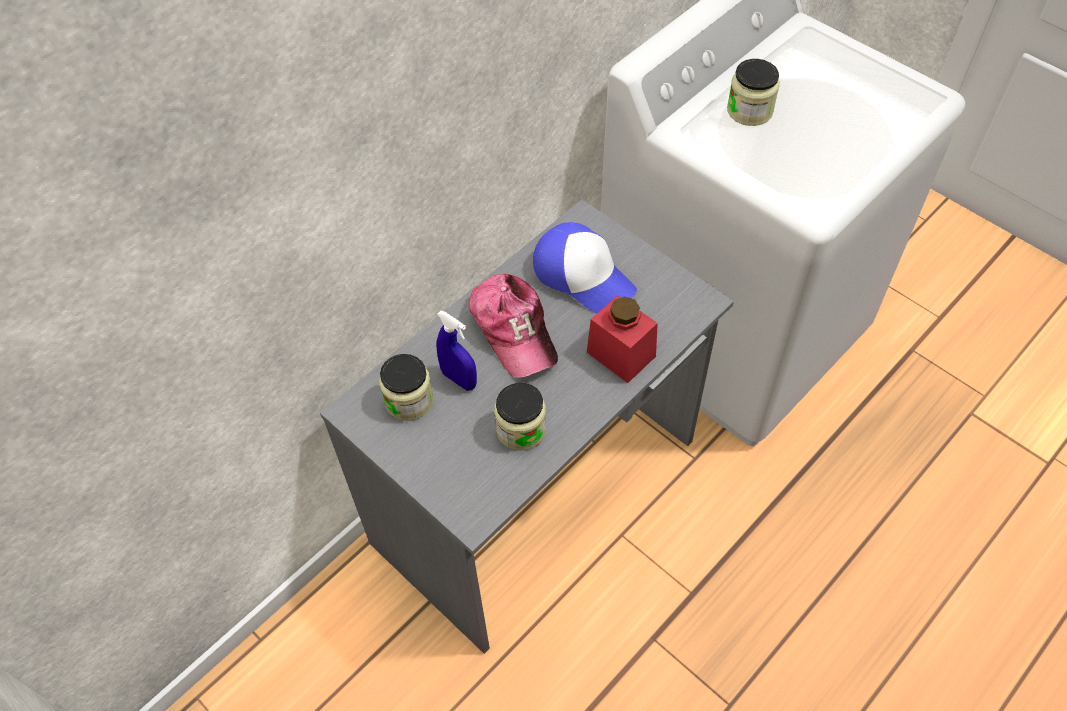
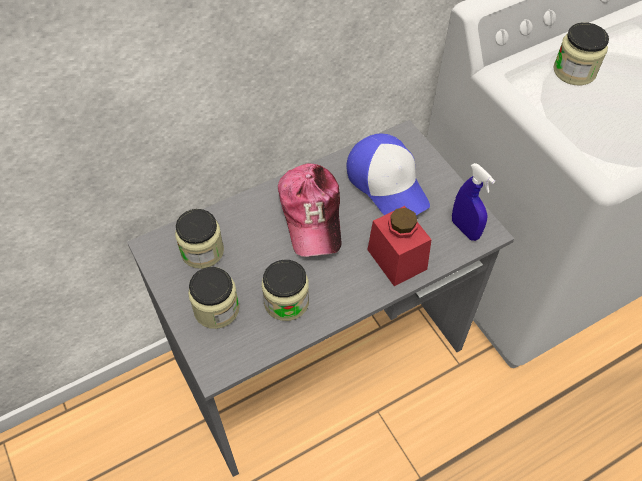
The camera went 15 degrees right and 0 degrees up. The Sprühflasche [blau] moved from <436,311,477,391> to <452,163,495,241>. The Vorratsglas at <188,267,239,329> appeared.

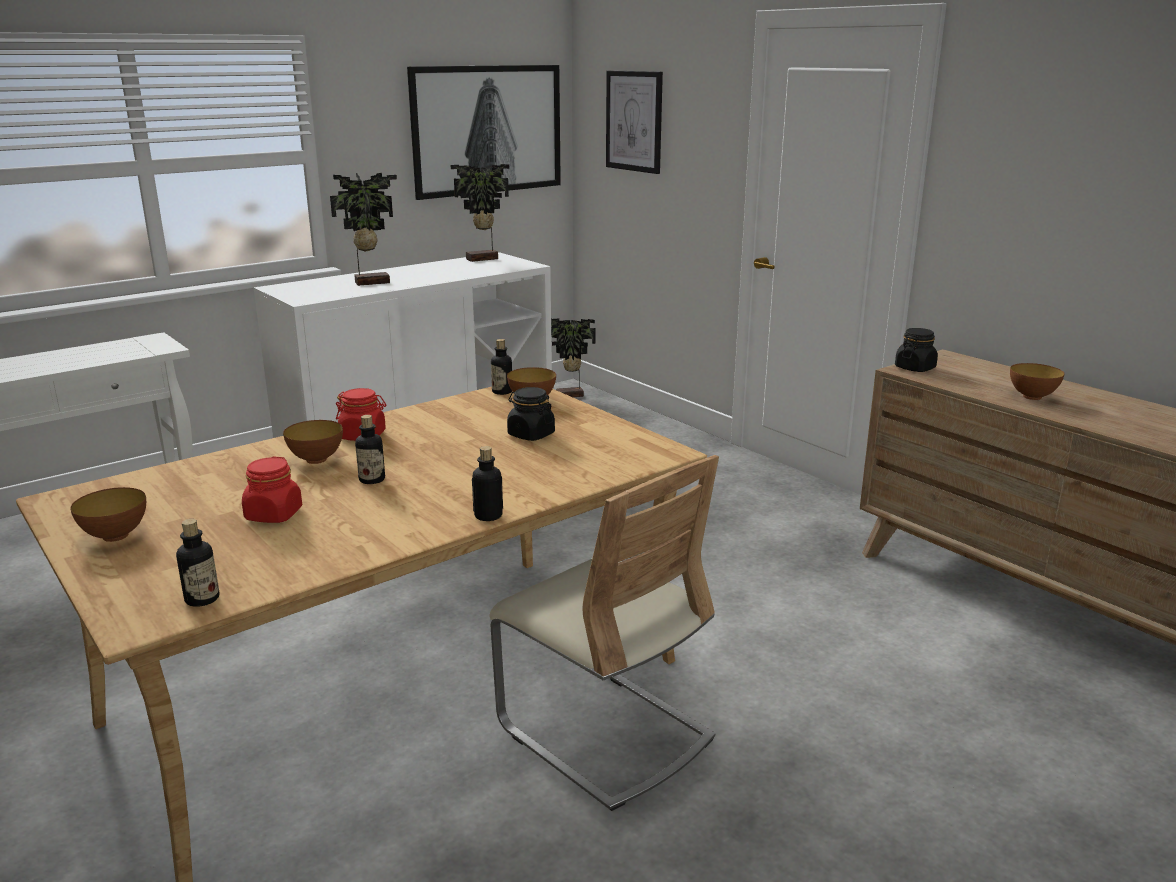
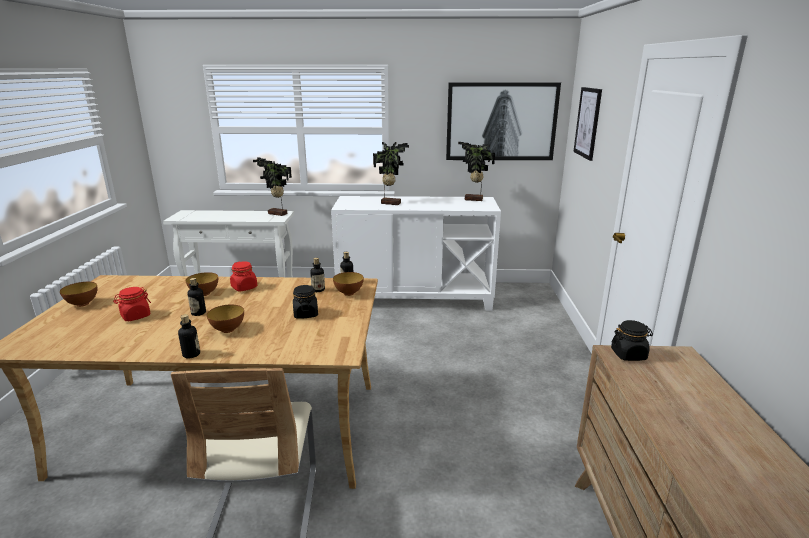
The camera went 40 degrees right and 0 degrees up. The Flasche moved from <176,519,219,607> to <310,258,325,292>. The Topfpflanze moved from <551,318,596,397> to <253,157,292,216>. The Schüssel moved from <1010,363,1064,400> to <207,305,244,333>.

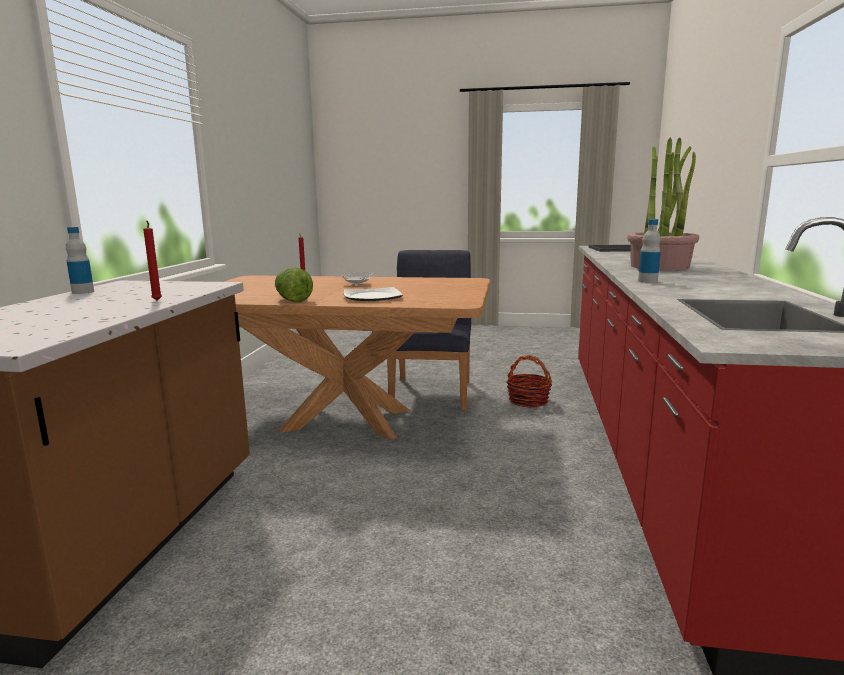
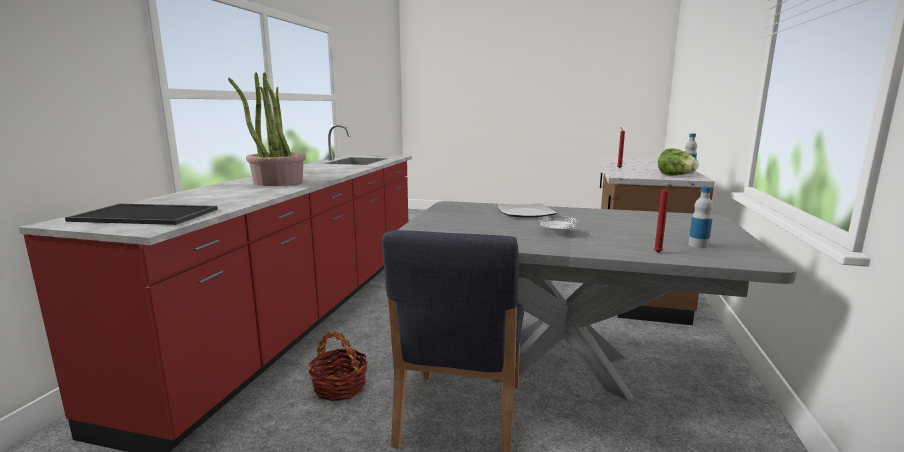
The camera went 175 degrees left and 0 degrees up. The Esstisch [braun] at <224,275,490,439> became the Esstisch [grau] at <398,201,797,401>. The Salatkopf moved from <275,268,313,302> to <658,149,699,176>. The Flasche moved from <638,219,661,283> to <688,186,713,248>.

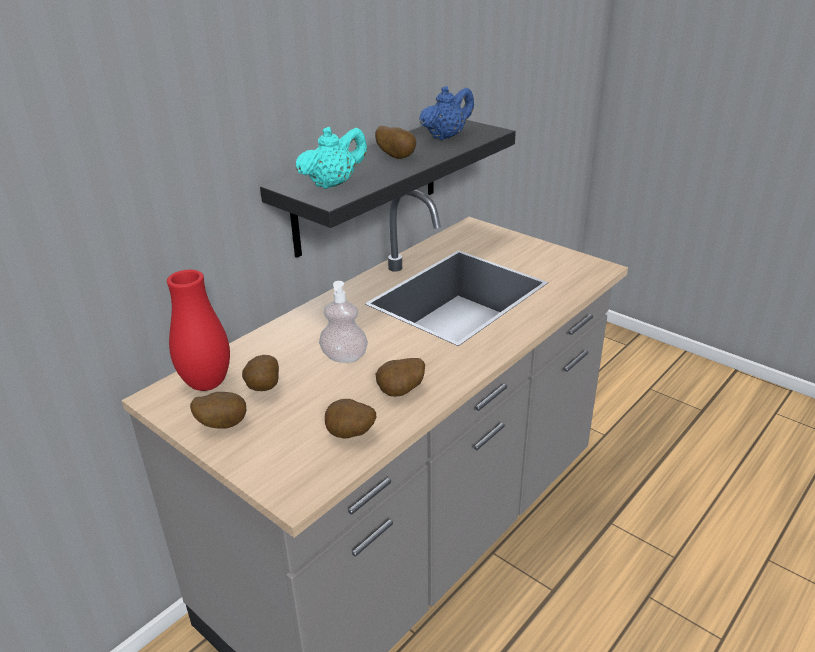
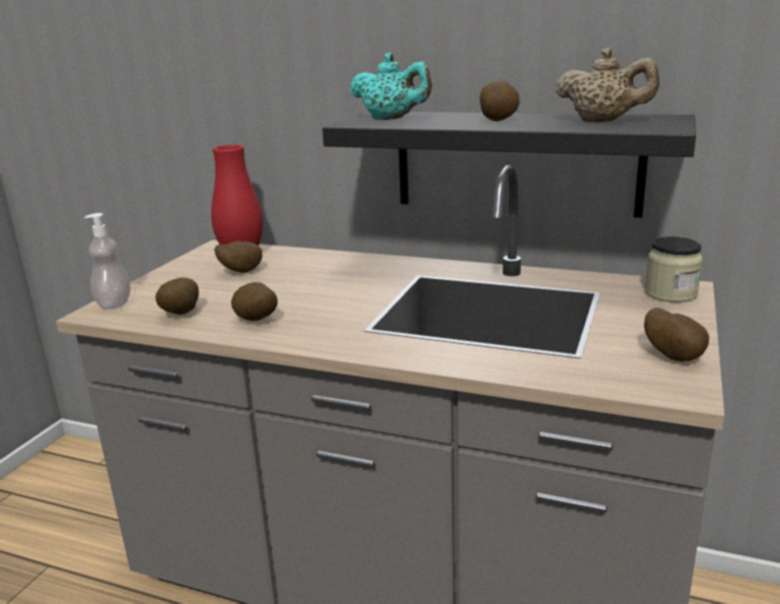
The camera went 70 degrees right and 10 degrees down. The Kartoffel moved from <190,392,246,429> to <644,308,709,361>. The Seifenspender moved from <319,281,368,363> to <84,213,131,310>. The Teekanne [blau] at <419,86,474,140> became the Teekanne [beige] at <556,48,659,122>. The Vorratsglas at <645,237,703,302> appeared.

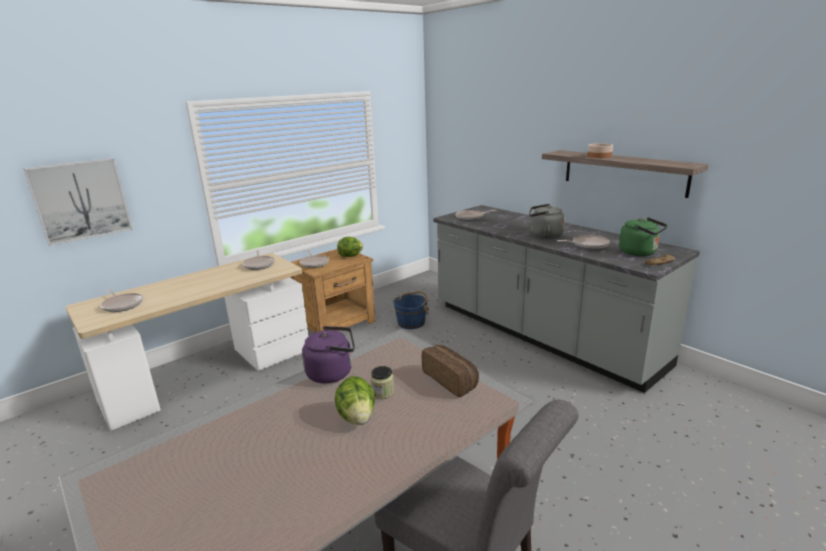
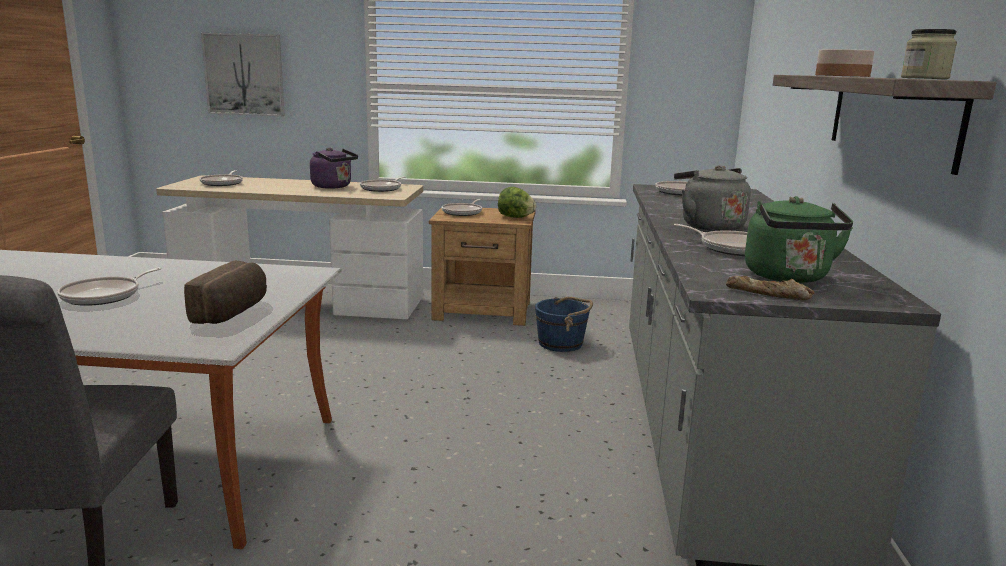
The camera went 45 degrees right and 5 degrees down. The Wasserkessel [lila] moved from <302,326,355,383> to <310,147,358,189>. The Salatkopf at <335,376,375,425> was replaced by the Pfanne at <57,268,161,306>. The Vorratsglas moved from <370,366,394,399> to <901,29,957,79>.

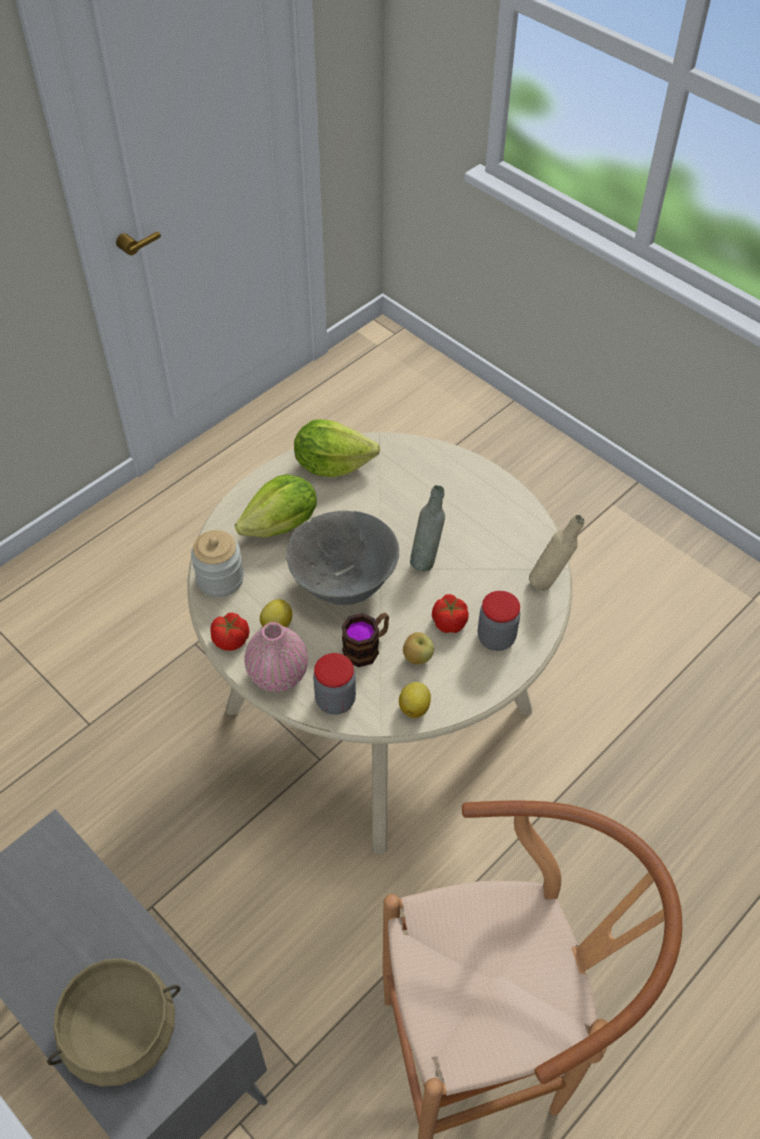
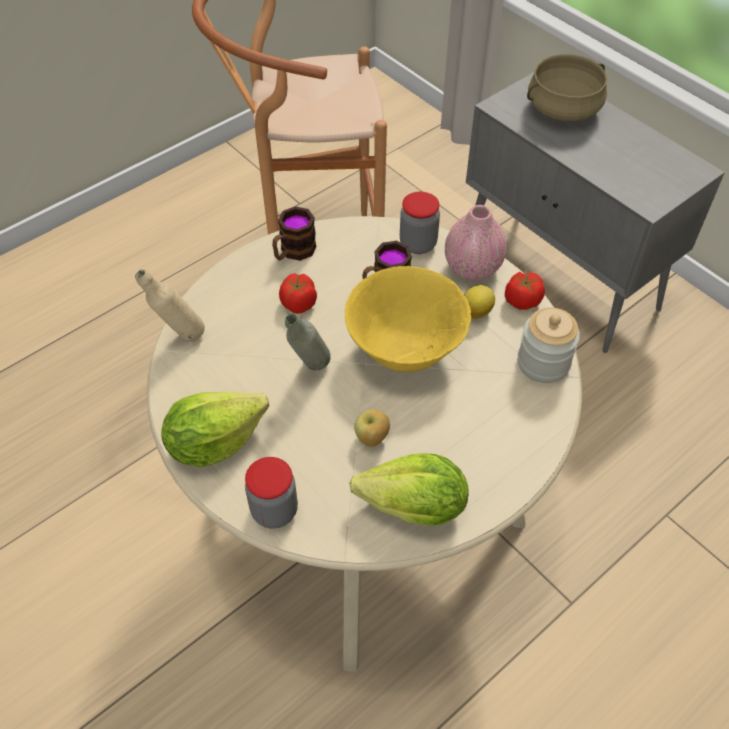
The camera went 175 degrees left and 0 degrees up. The Salatkopf moved from <235,474,317,537> to <161,391,269,467>. The Schüssel [grau] at <286,511,399,605> became the Schüssel [gelb] at <345,266,471,372>. The Zitrone at <399,682,431,718> disappeared. The Apfel moved from <403,632,434,665> to <354,409,390,447>. The Vorratsglas moved from <477,591,520,651> to <245,457,298,529>. The Henkelbecher at <272,206,317,261> appeared.

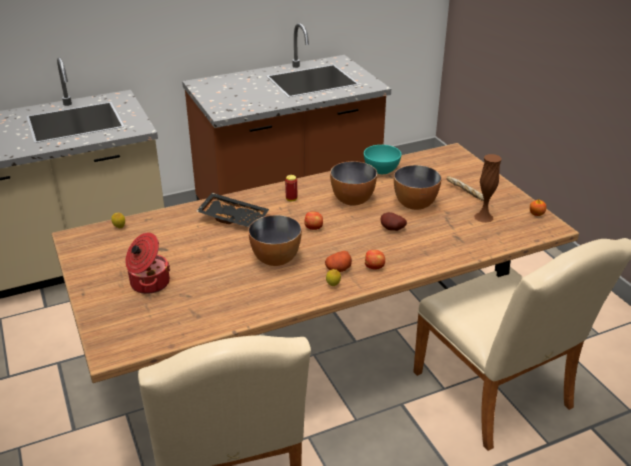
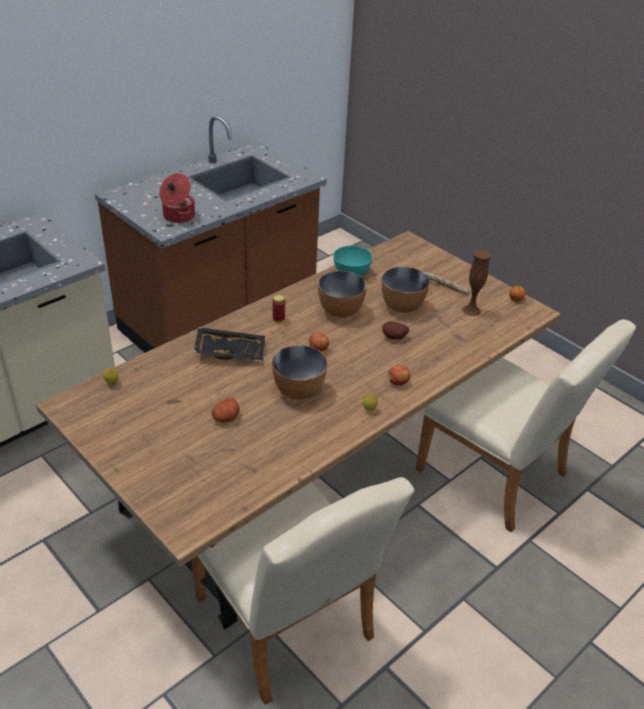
The camera went 20 degrees left and 5 degrees up. The Kochtopf moved from <126,233,170,294> to <159,173,195,223>. The Kartoffel moved from <325,251,352,272> to <212,398,240,423>.

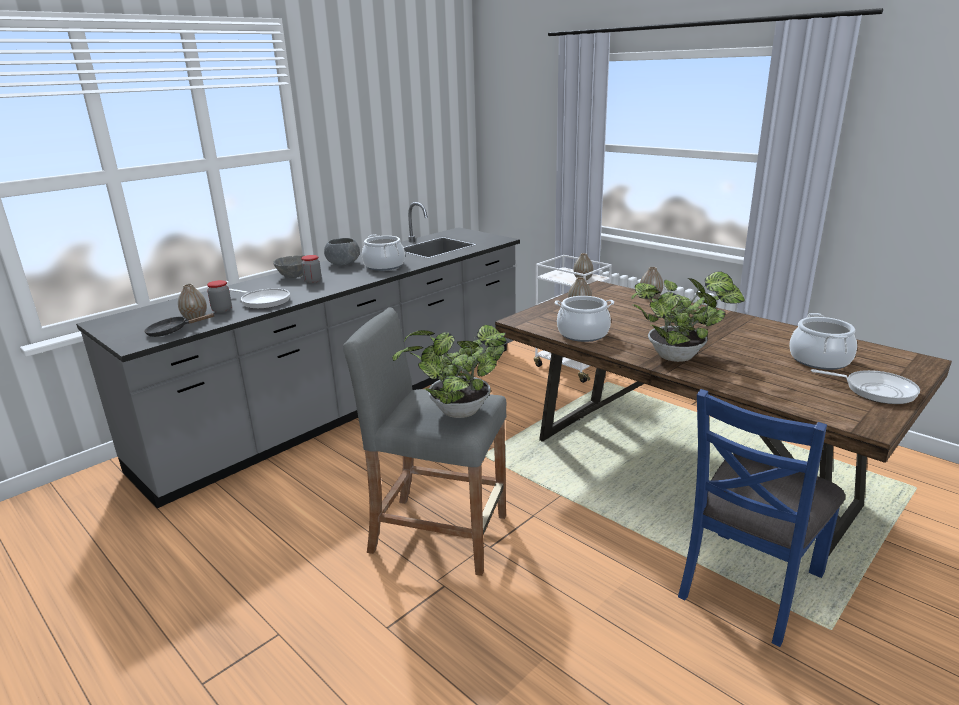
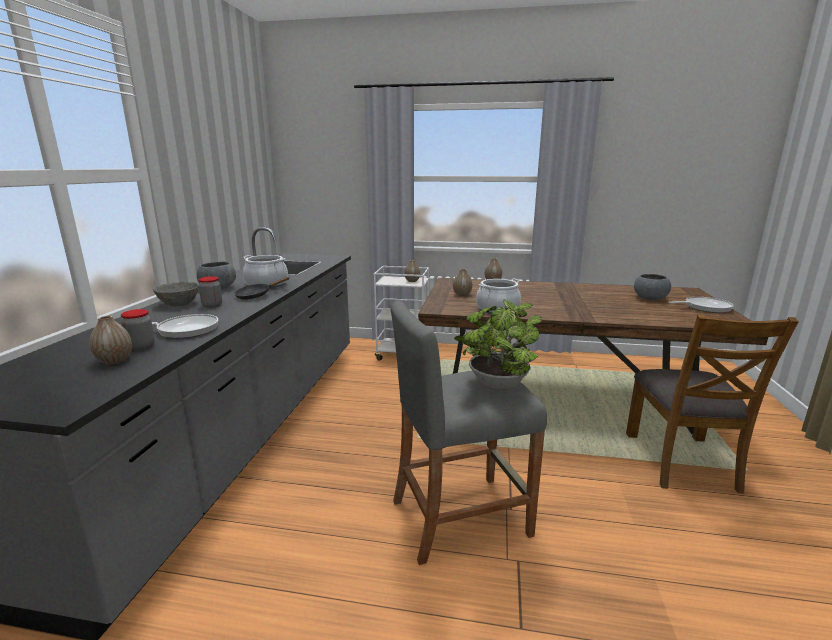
The camera went 35 degrees left and 5 degrees down. The Pfanne [schwarz] moved from <144,313,215,337> to <234,277,290,300>. The Topfpflanze at <631,271,745,362> disappeared. The Stuhl [blau] at <678,389,845,647> became the Stuhl [braun] at <626,314,799,494>. The Kochtopf at <789,313,857,370> was replaced by the Schüssel [grau] at <634,274,671,300>.

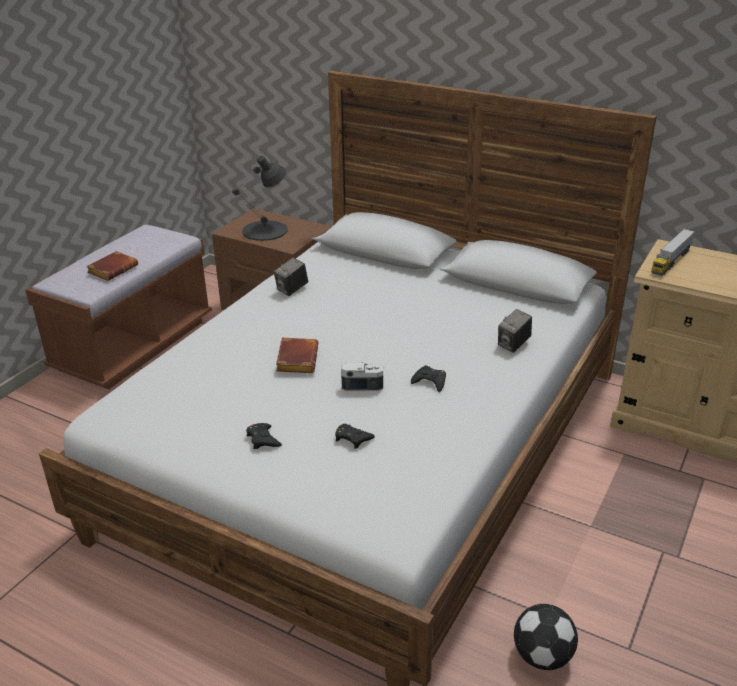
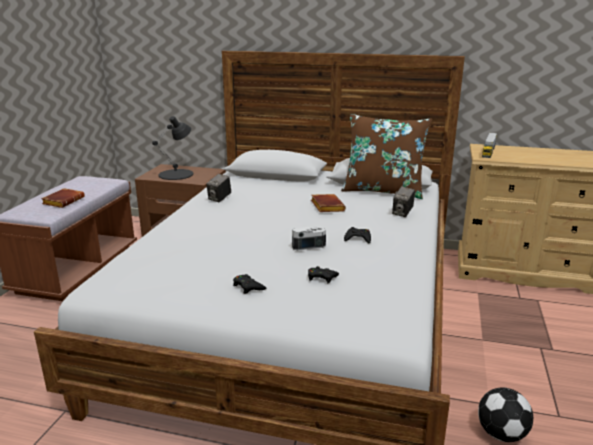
The camera went 15 degrees left and 10 degrees down. The Buch [braun] moved from <276,338,318,373> to <311,194,346,212>. The Kissen [braun] at <341,114,432,199> appeared.

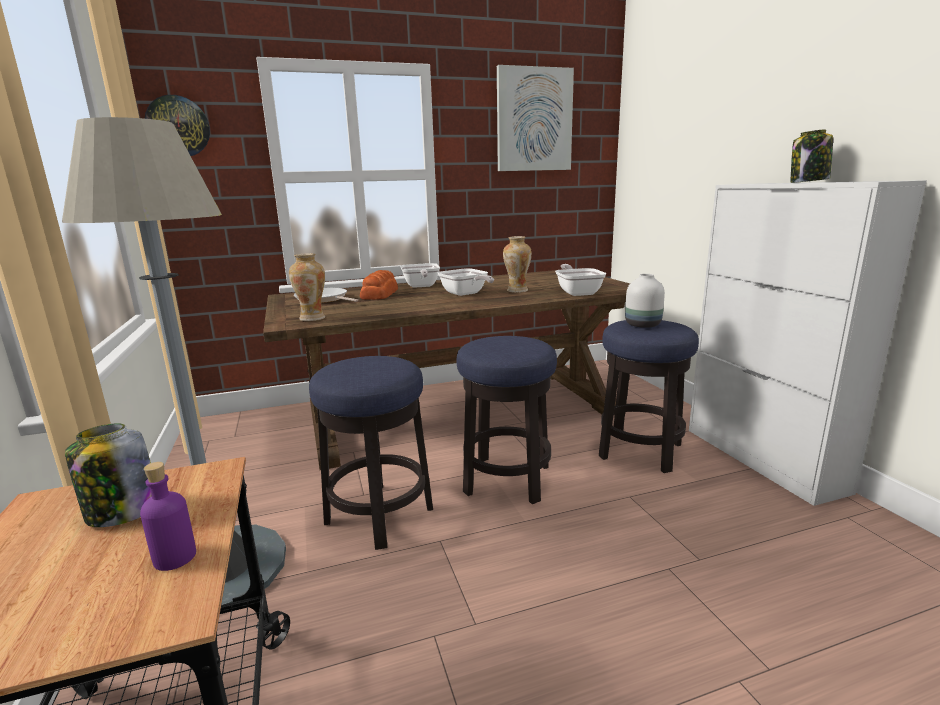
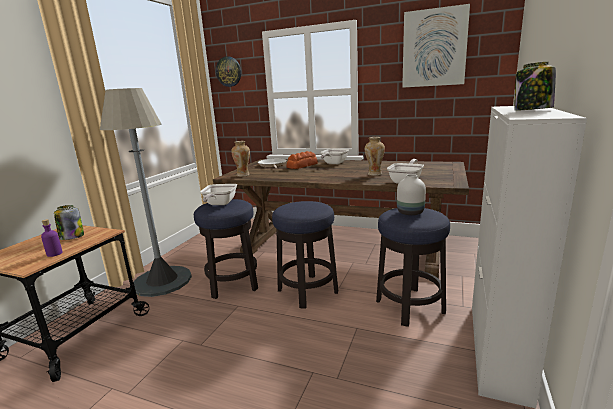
The camera went 40 degrees right and 0 degrees up. The Pfanne moved from <438,268,494,296> to <200,184,237,205>.

